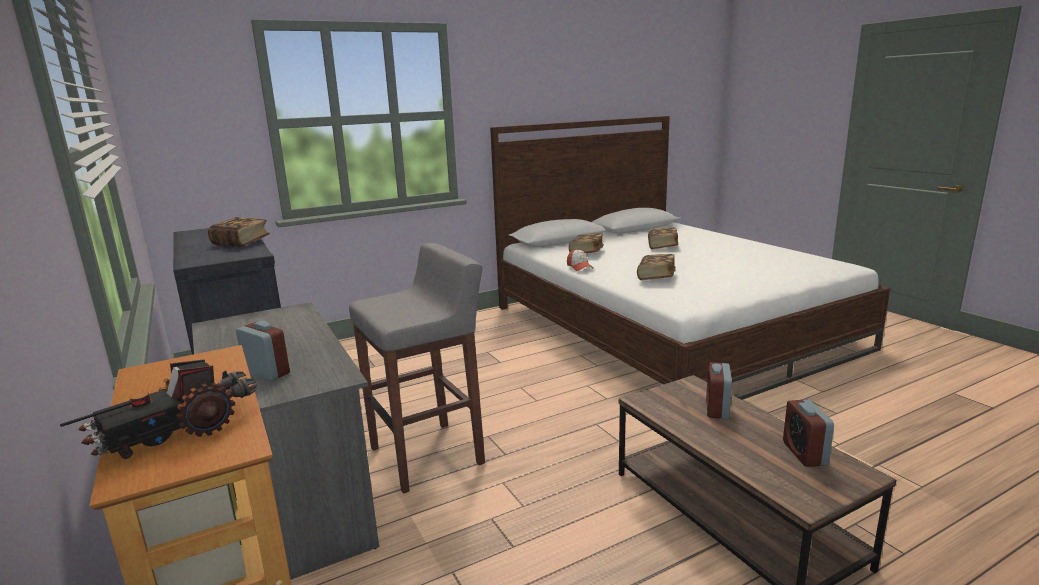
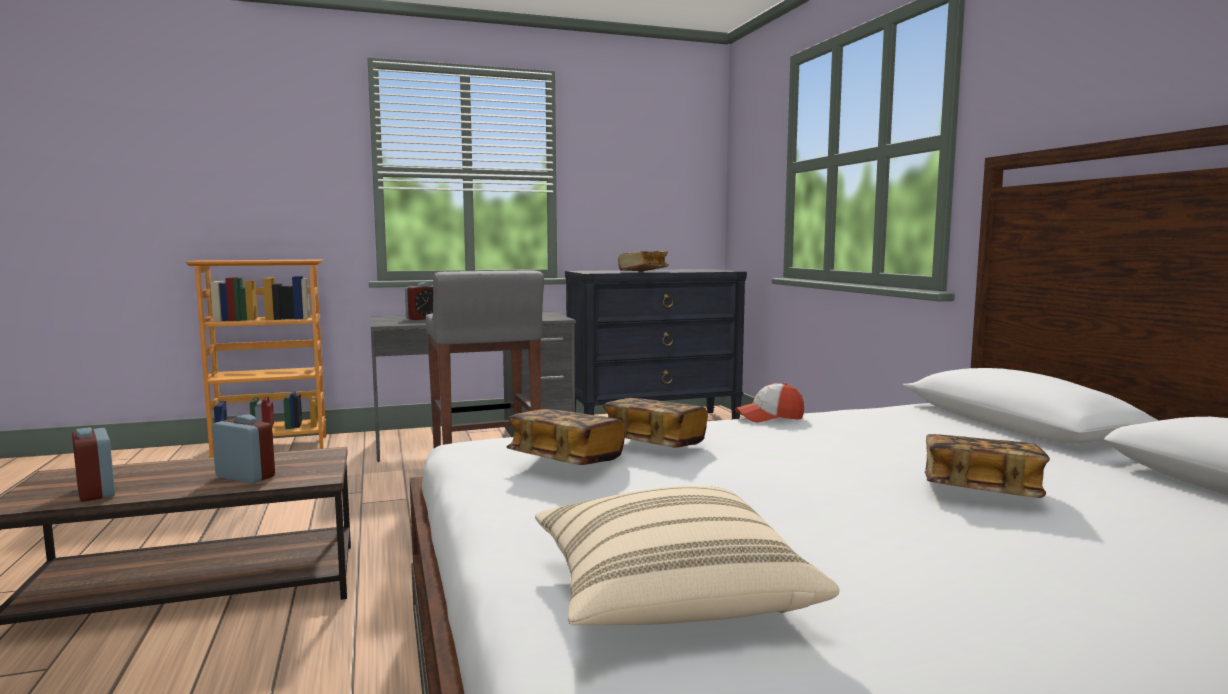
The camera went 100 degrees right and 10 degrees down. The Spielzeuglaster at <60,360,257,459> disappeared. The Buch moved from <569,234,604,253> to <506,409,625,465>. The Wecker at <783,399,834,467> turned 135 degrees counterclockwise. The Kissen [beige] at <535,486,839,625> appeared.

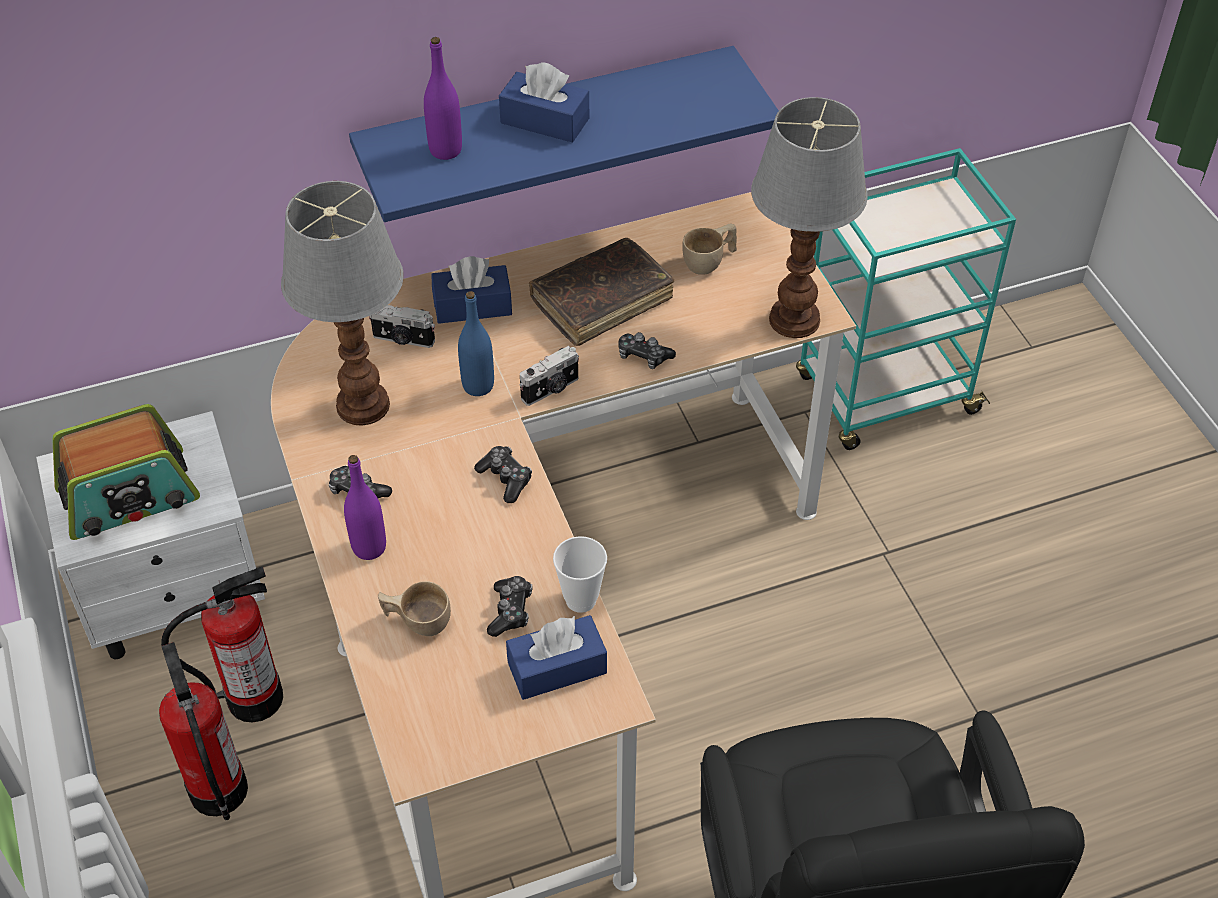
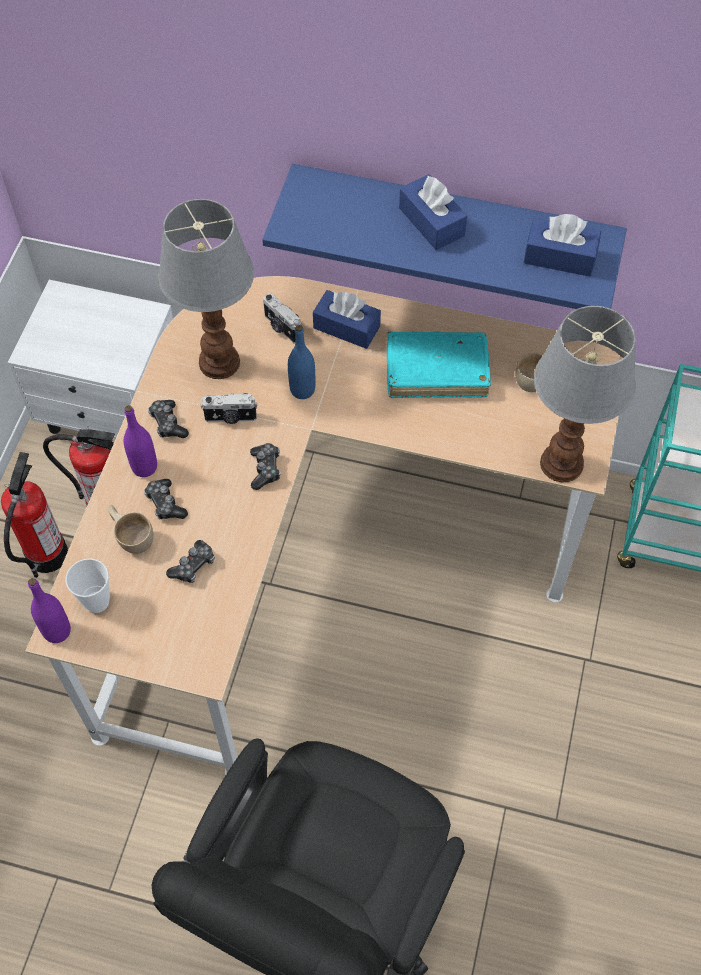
The camera went 35 degrees right and 10 degrees up. The Radio at <52,404,200,540> disappeared. The Flasche [lila] moved from <424,37,462,160> to <28,578,71,643>. The Taschentuchbox [blau] moved from <506,615,607,700> to <524,214,601,277>. The Kamera moved from <520,346,579,406> to <201,393,258,424>. The Buch [braun] at <529,238,674,346> became the Buch [türkis] at <387,331,491,398>. The Tasse moved from <553,536,607,613> to <66,558,110,613>. The Gamepad moved from <619,332,676,369> to <144,479,188,519>.

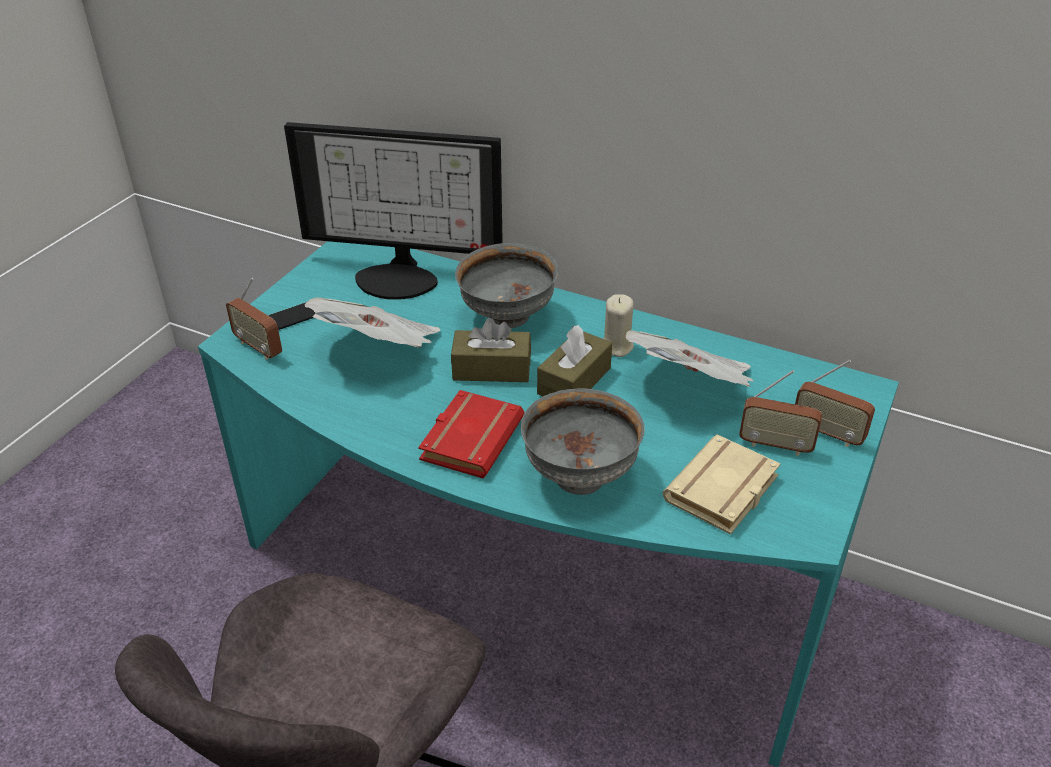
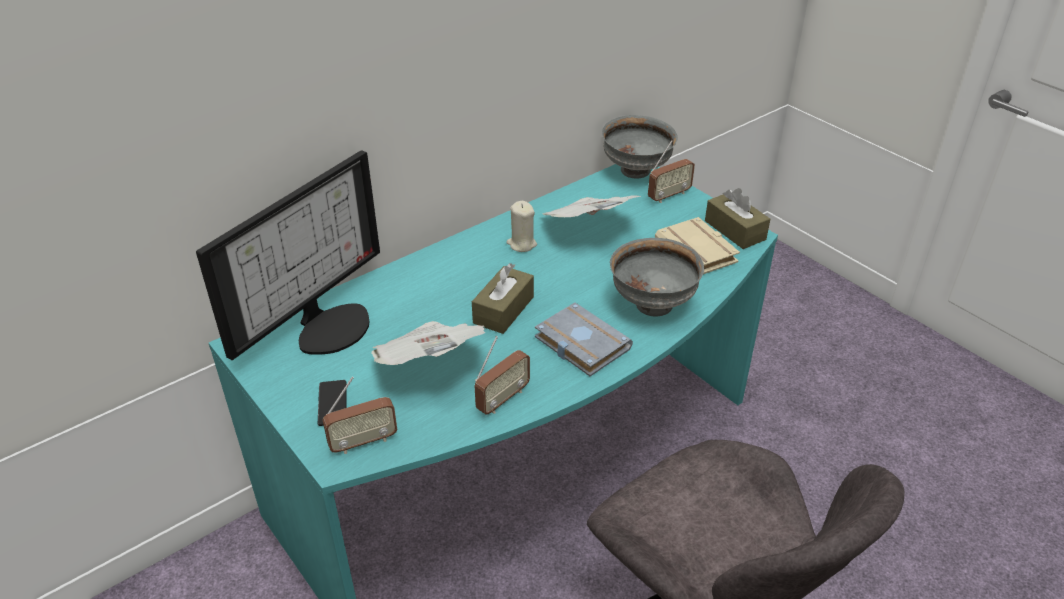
The camera went 65 degrees left and 0 degrees up. The Buch [rot] at <418,390,524,478> became the Buch [grau] at <535,302,633,376>. The Schüssel [grau] moved from <455,243,558,328> to <602,115,678,179>. The Taschentuchbox [braun] moved from <537,325,612,396> to <705,188,770,249>. The Radio moved from <739,370,822,456> to <475,336,530,414>.

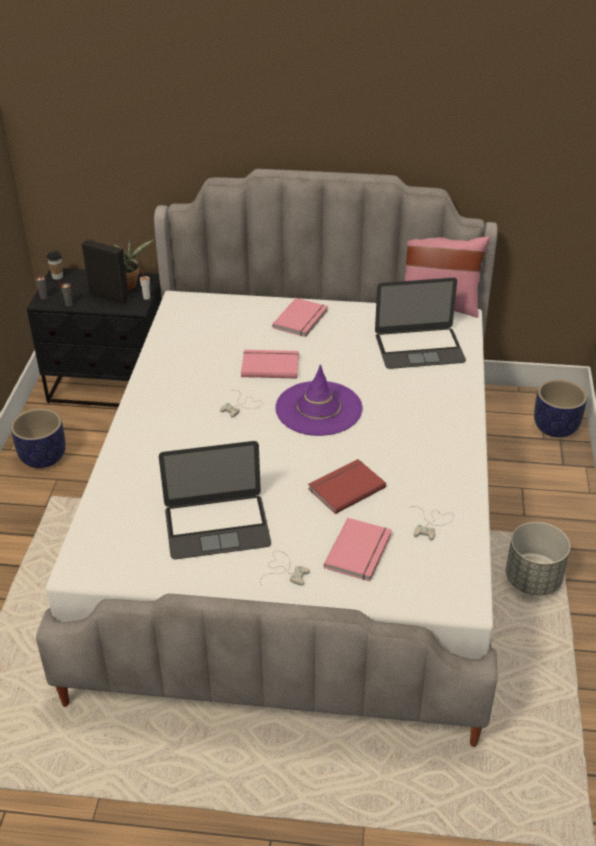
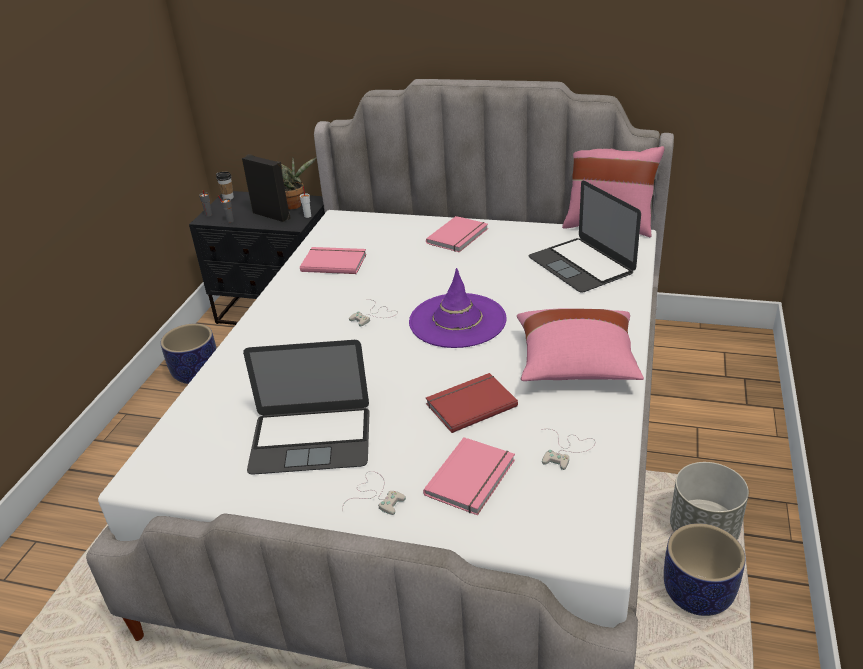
The camera went 10 degrees right and 5 degrees down. The Buch [rosa] moved from <241,350,299,379> to <300,247,366,274>. The Laptop at <375,278,466,369> turned 60 degrees clockwise. The Pflanzkübel moved from <534,379,587,437> to <664,523,745,616>. The Kissen [rosa] at <517,308,644,381> appeared.

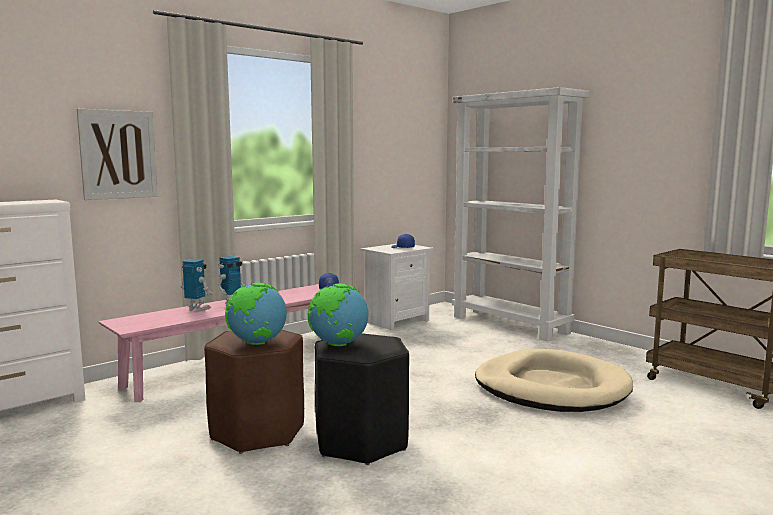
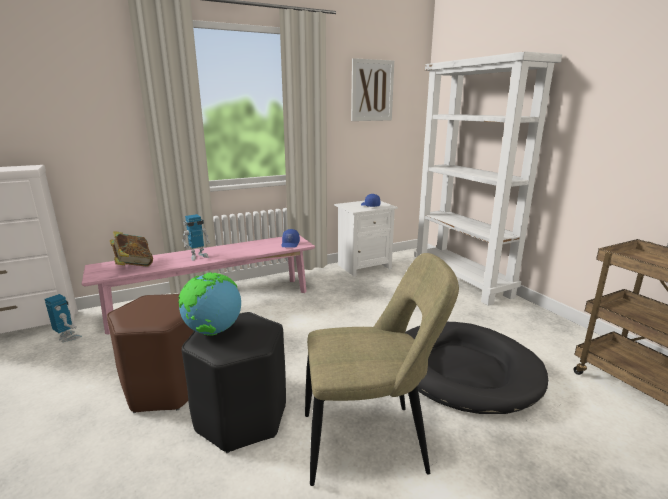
The camera went 15 degrees right and 10 degrees up. The Bild moved from <77,109,158,200> to <351,58,394,121>. The Spielzeugroboter moved from <181,259,212,312> to <44,294,82,342>. The Globus at <225,283,287,345> disappeared. The Hundebett [beige] at <475,349,633,412> became the Hundebett [schwarz] at <405,322,548,414>. The Buch at <110,231,153,267> appeared. The Stuhl [beige] at <305,253,459,486> appeared.

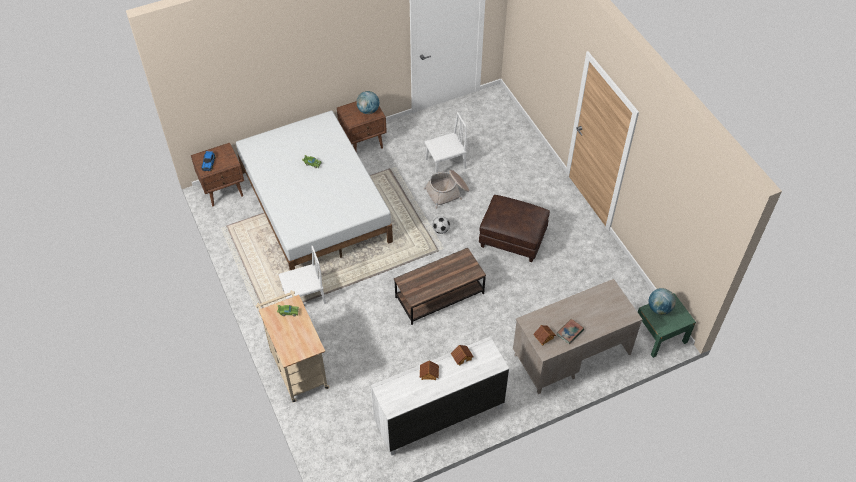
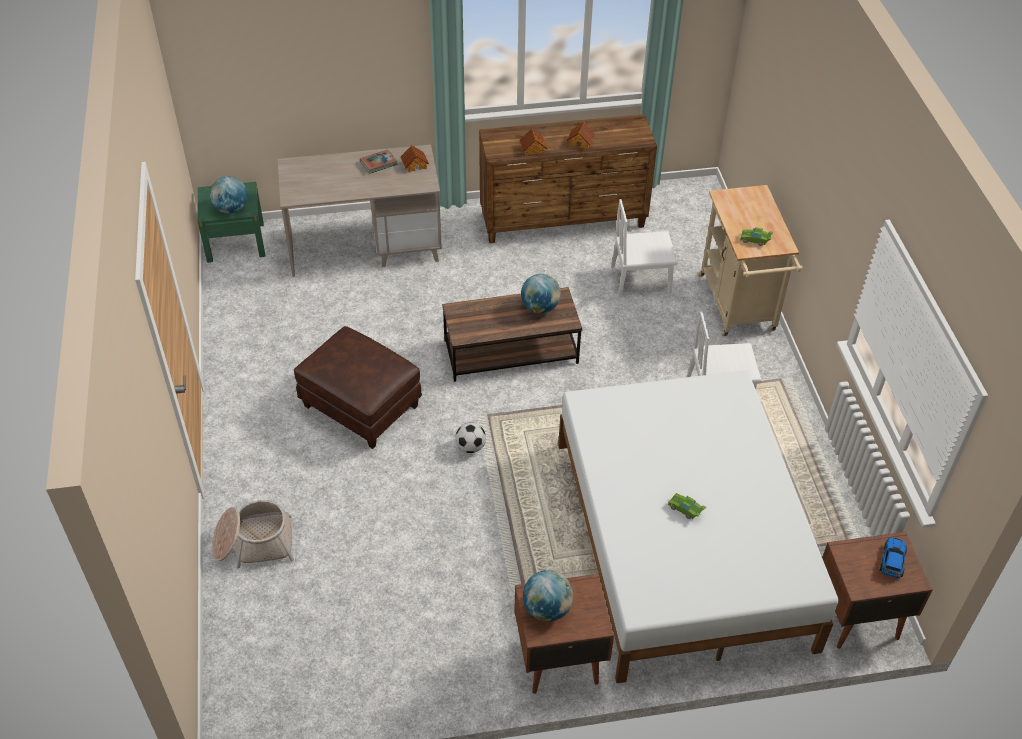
The camera went 165 degrees left and 5 degrees down. The Kommode [weiß] at <371,337,509,456> became the Kommode [braun] at <479,114,657,243>. The Stuhl [weiß] moved from <424,112,467,174> to <611,199,678,297>. The Korb moved from <424,170,469,209> to <212,500,294,569>. The Globus at <521,274,561,314> appeared.

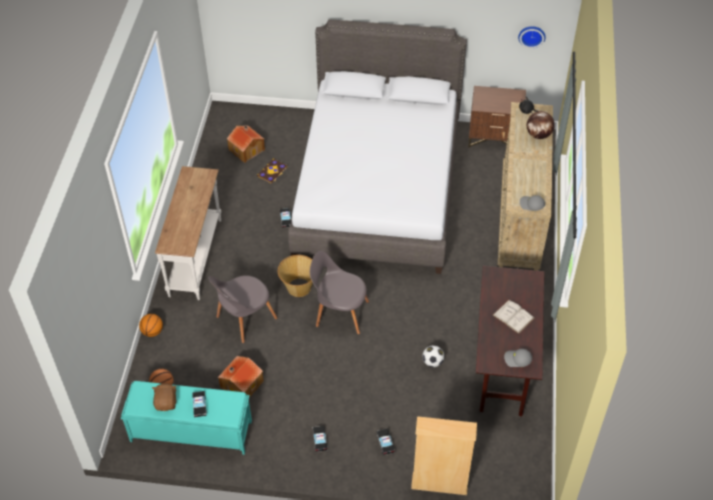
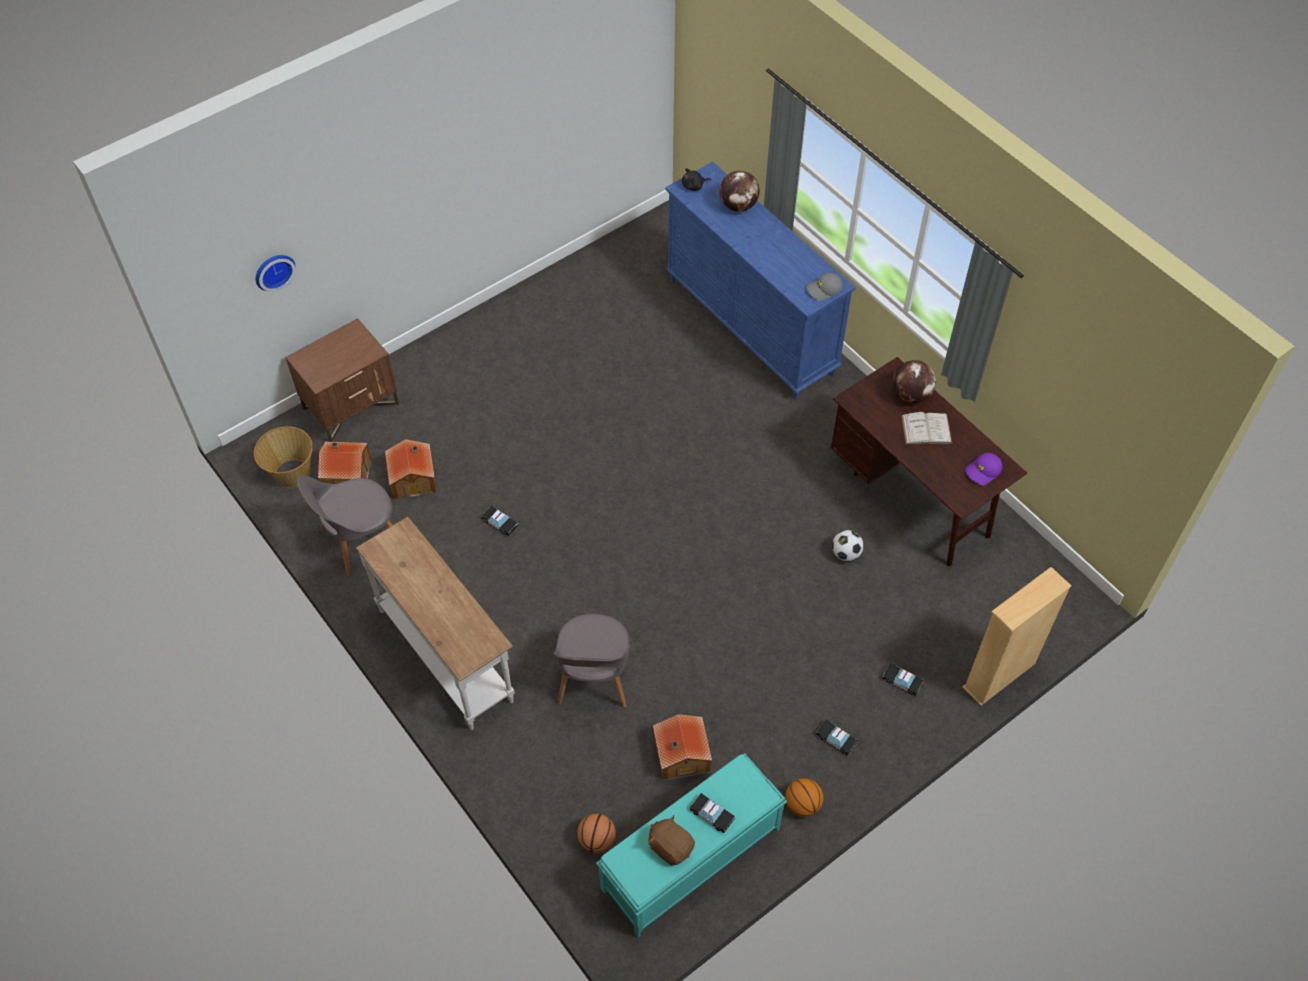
The camera went 45 degrees left and 5 degrees up. The Basketball moved from <139,314,163,337> to <785,778,823,817>. The Buch at <257,159,287,184> was replaced by the Spielzeughaus at <385,439,436,500>. The Korb moved from <278,255,313,297> to <254,426,313,488>. The Bett [grau] at <288,19,467,274> disappeared. The Stuhl [grau] moved from <310,251,369,335> to <297,475,392,577>. The Nachttisch [braun] moved from <468,86,526,148> to <285,318,399,442>. The Kommode [beige] at <498,102,553,271> became the Kommode [blau] at <665,161,856,400>. The Kappe [grau] at <504,349,532,367> became the Kappe [lila] at <965,453,1002,486>. The Wanduhr moved from <518,26,546,48> to <256,255,296,292>. The Globus at <893,360,936,403> appeared.

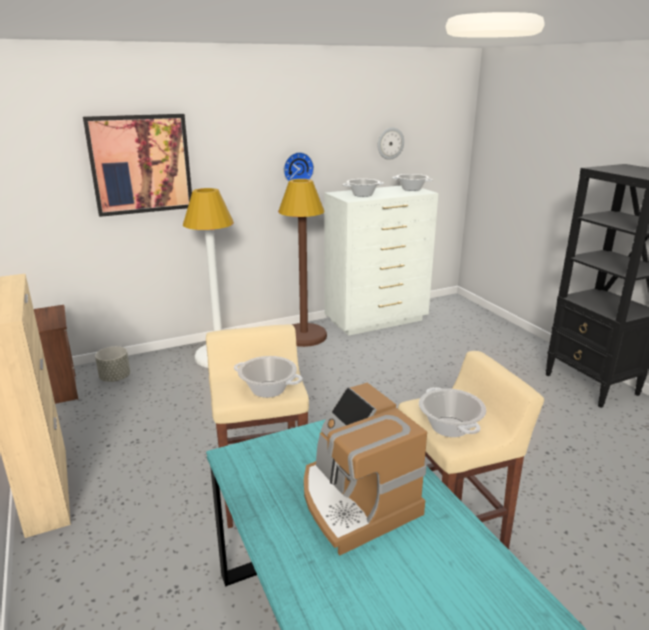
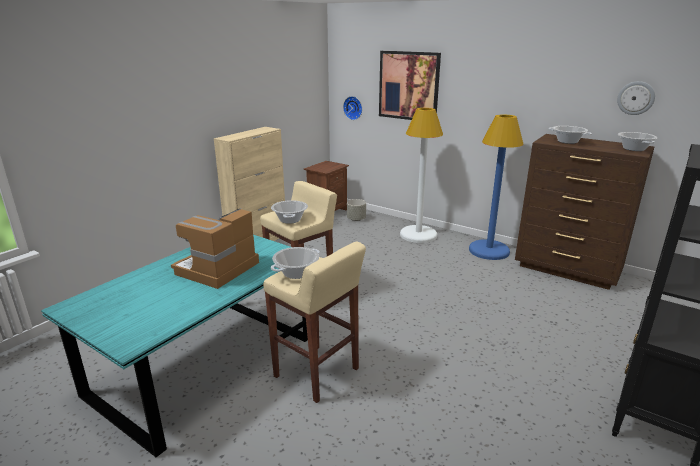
The camera went 60 degrees right and 0 degrees up. The Stehlampe [braun] at <278,179,327,347> became the Stehlampe [blau] at <469,114,524,260>. The Wanduhr moved from <284,152,314,182> to <343,96,362,120>. The Kommode [weiß] at <324,186,438,336> became the Kommode [braun] at <515,134,654,290>.

